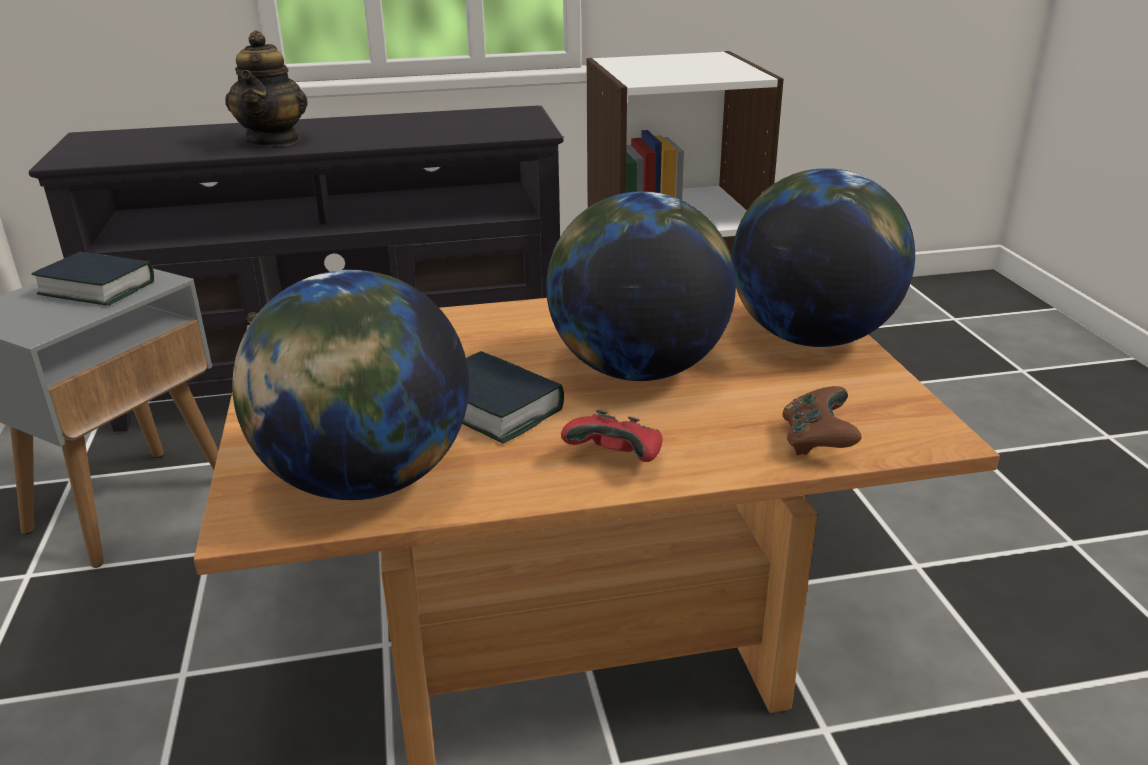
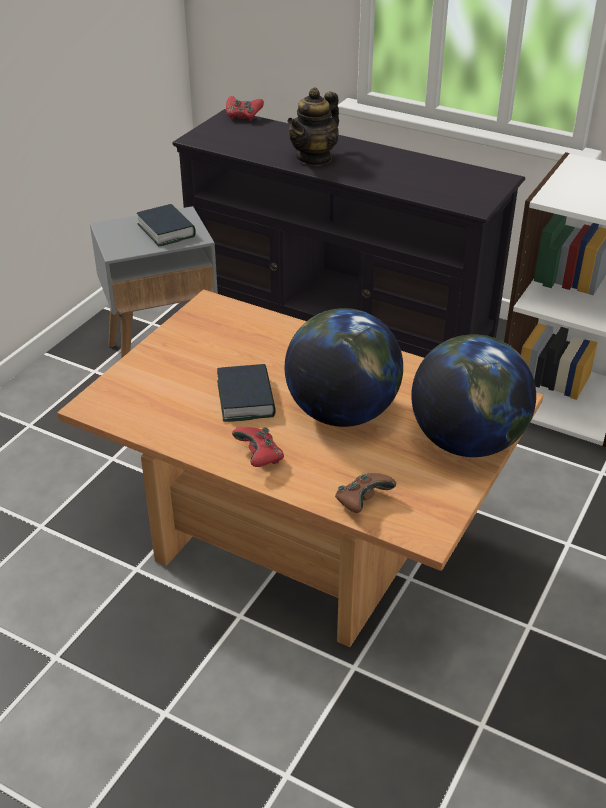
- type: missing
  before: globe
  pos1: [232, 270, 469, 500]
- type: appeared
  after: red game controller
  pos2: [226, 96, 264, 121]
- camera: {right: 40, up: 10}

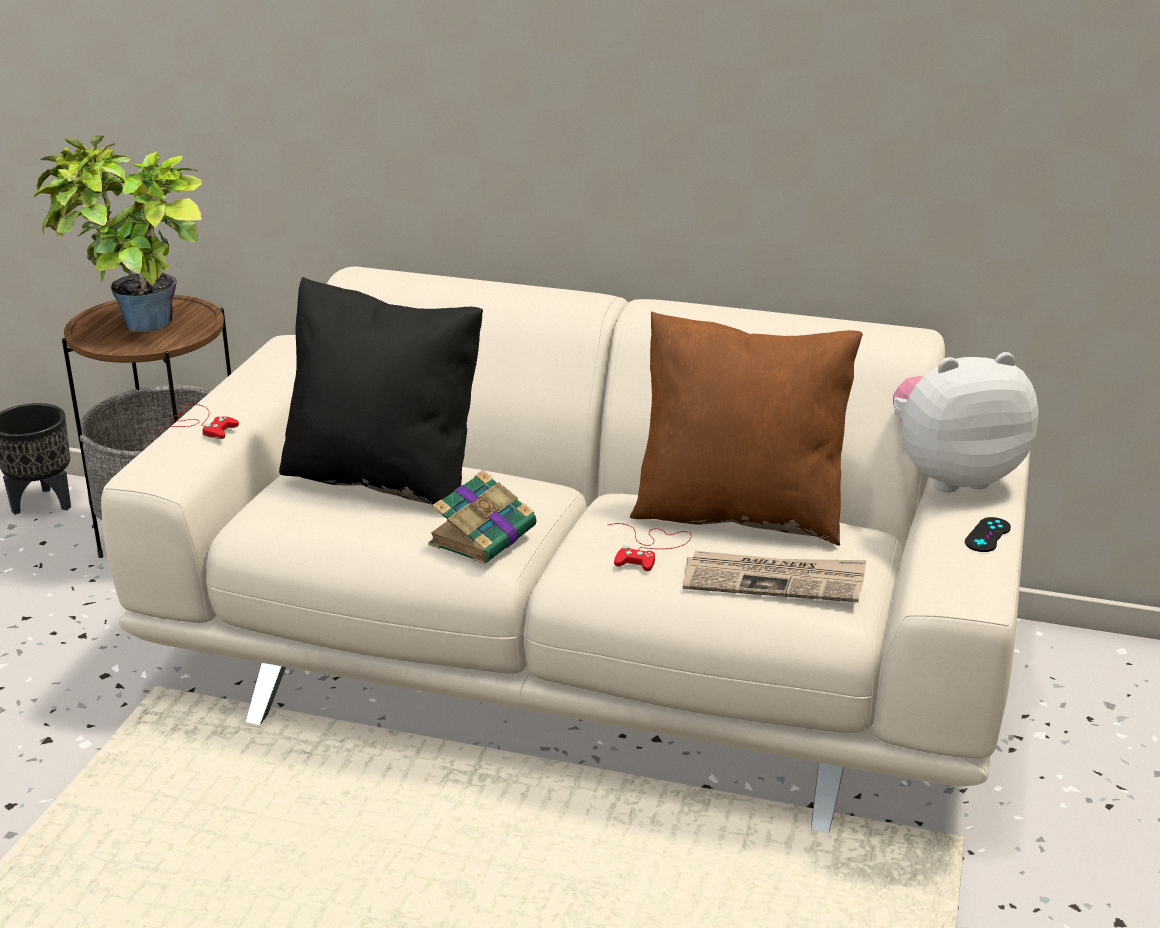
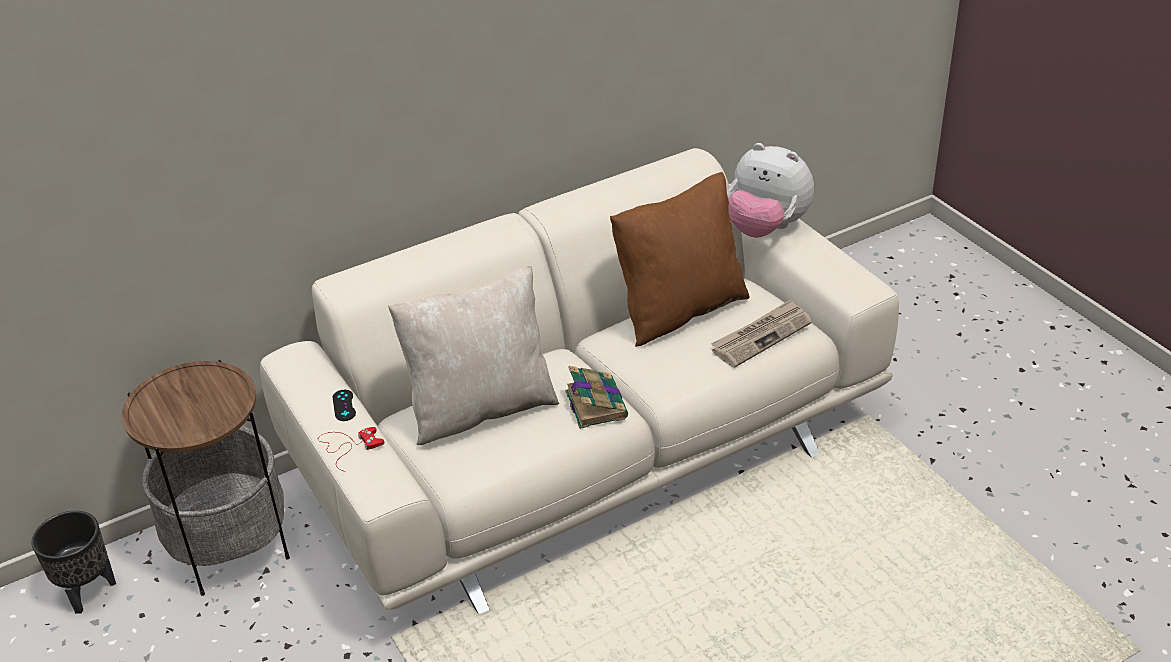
- type: missing
  before: potted plant
  pos1: [34, 136, 202, 332]
- type: colour
  before: black pillow
  after: beige pillow
  pos1: [279, 277, 483, 505]
  pos2: [388, 266, 559, 445]
- type: missing
  before: red game controller
  pos1: [609, 523, 692, 571]
- type: spun
  before: plush toy
  pos1: [893, 352, 1039, 493]
  pos2: [727, 143, 814, 238]
  turn: -90
- type: relocated
  before: black game controller
  pos1: [965, 517, 1011, 552]
  pos2: [333, 390, 356, 421]
- camera: {right: -45, up: 10}

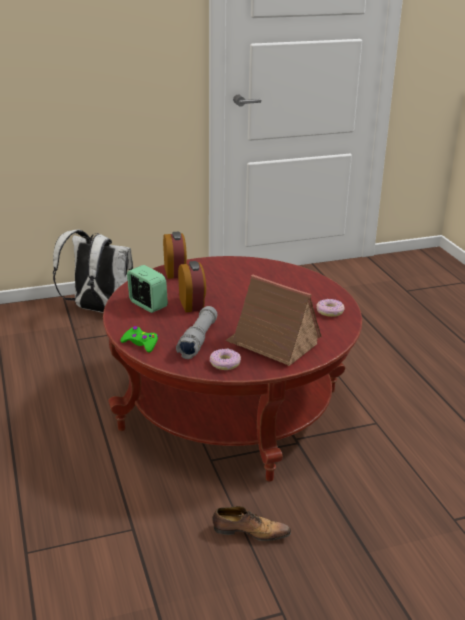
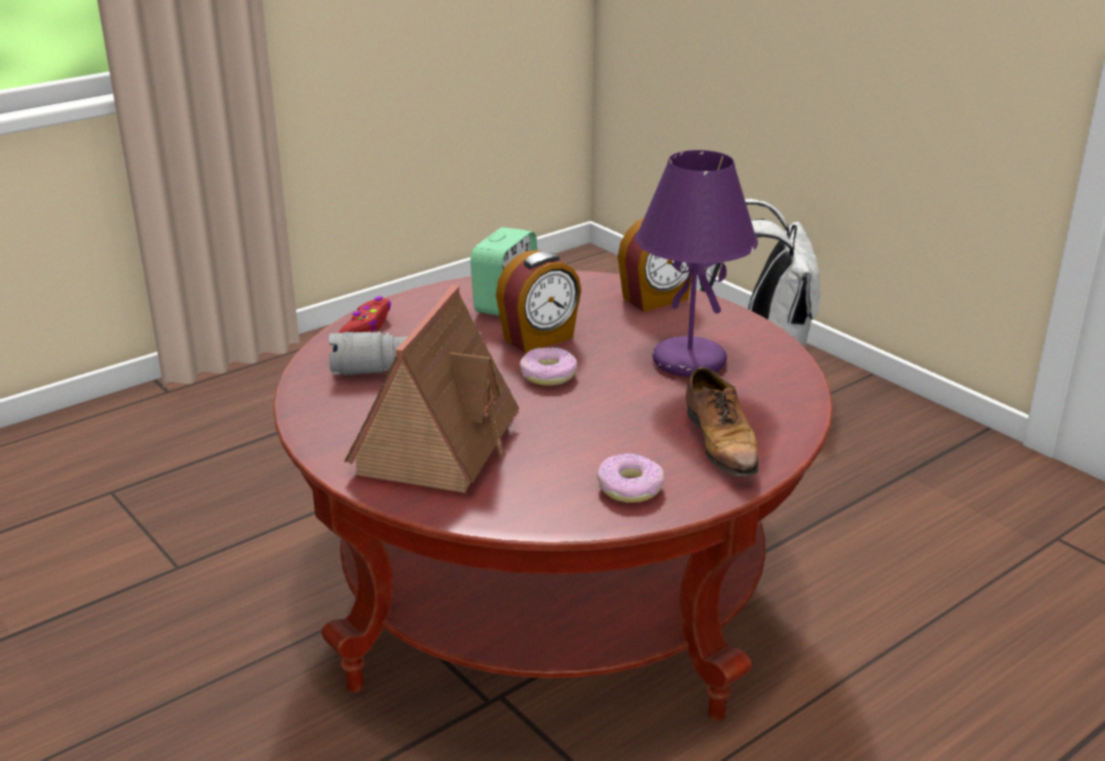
- type: colour
  before: green game controller
  after: red game controller
  pos1: [120, 326, 158, 353]
  pos2: [338, 296, 391, 333]
- type: relocated
  before: donut
  pos1: [210, 349, 241, 370]
  pos2: [520, 347, 577, 386]
- type: relocated
  before: shoe
  pos1: [212, 506, 291, 541]
  pos2: [686, 367, 759, 484]
- type: appeared
  after: purple table lamp
  pos2: [636, 150, 758, 377]
- camera: {right: 70, up: 0}

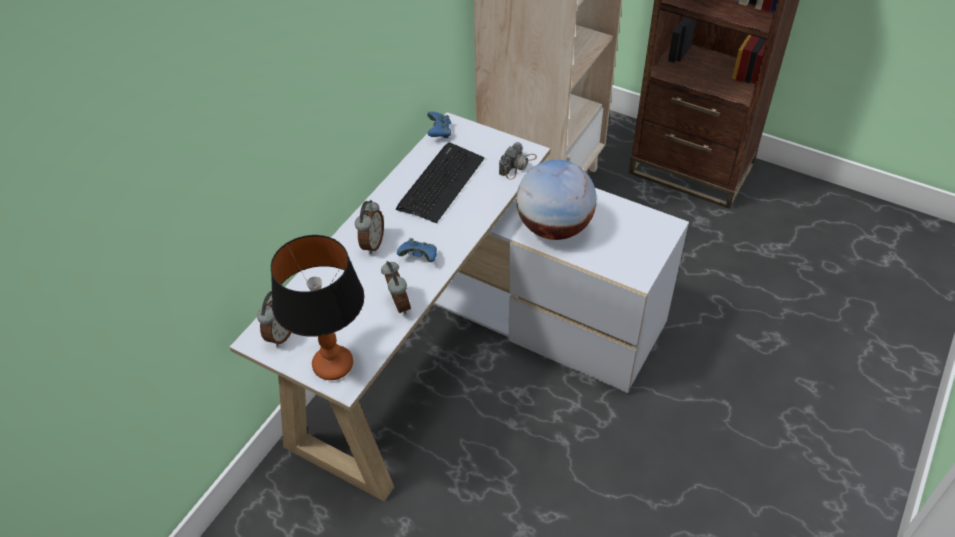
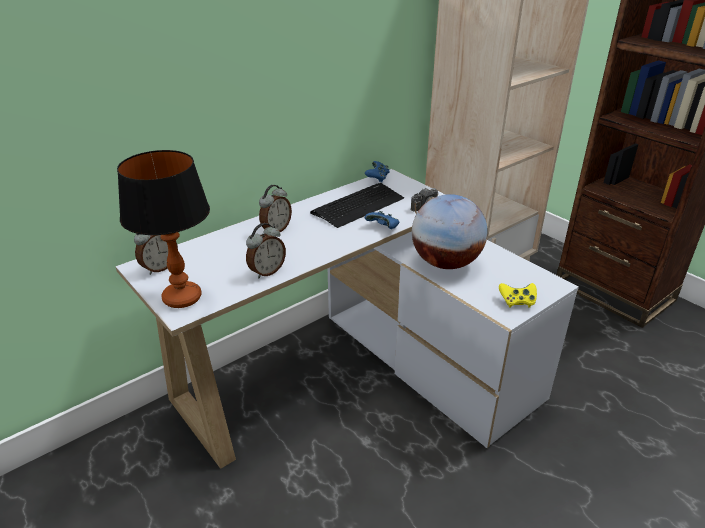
- type: spun
  before: alarm clock
  pos1: [381, 261, 411, 315]
  pos2: [246, 223, 286, 278]
  turn: 45
- type: relocated
  before: blue game controller
  pos1: [397, 238, 437, 262]
  pos2: [365, 211, 399, 229]
- type: appeared
  after: yellow game controller
  pos2: [499, 283, 537, 308]
- camera: {right: 20, up: -15}

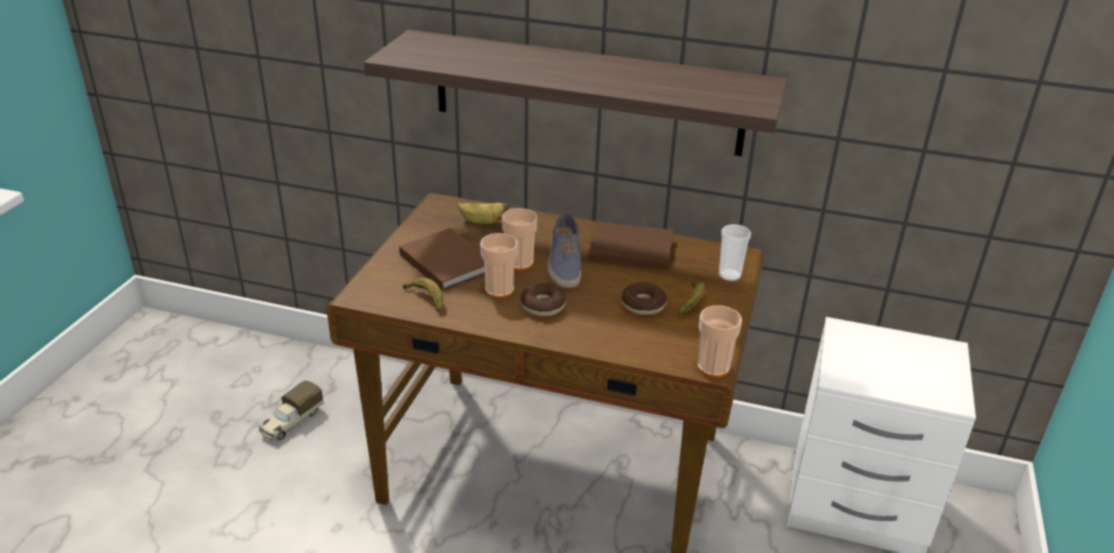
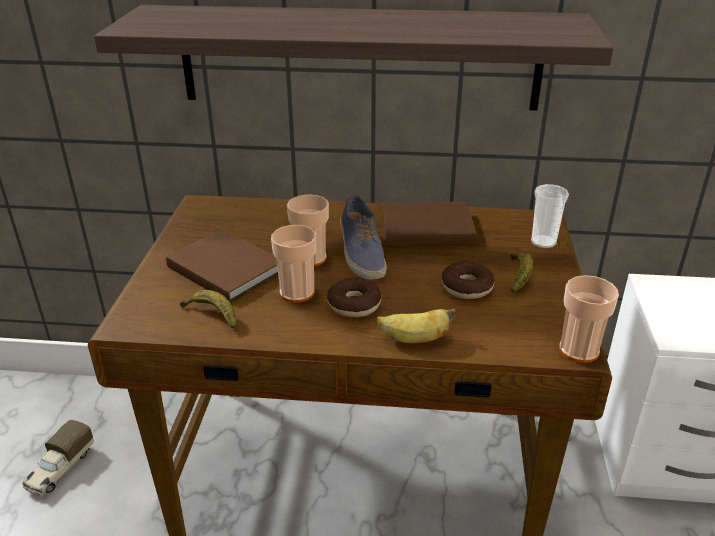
- type: relocated
  before: banana
  pos1: [457, 203, 510, 224]
  pos2: [377, 308, 456, 343]
- camera: {right: -10, up: 0}

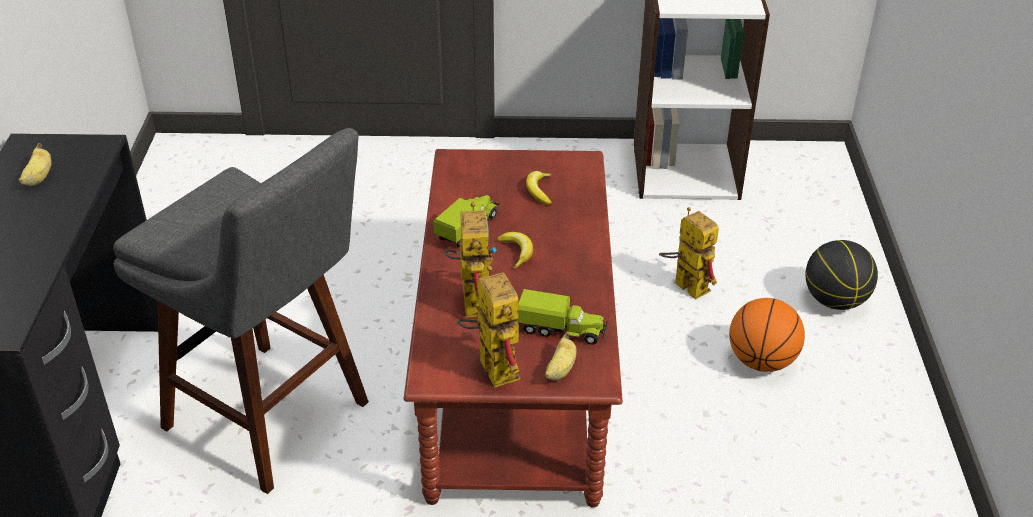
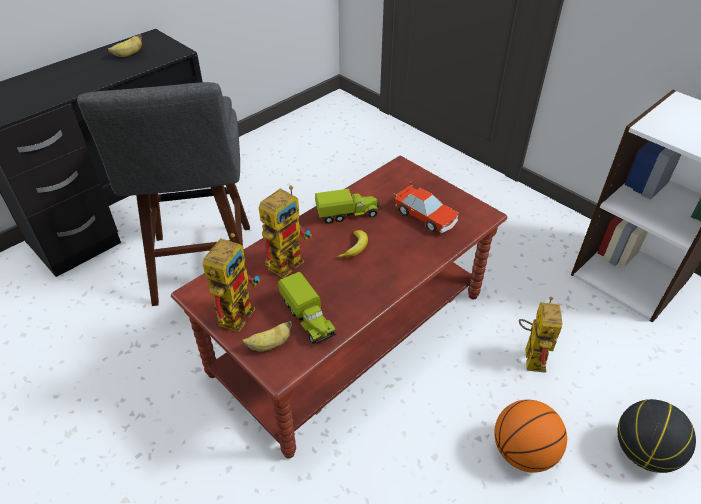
- type: exchanged
  before: banana
  after: toy car
  pos1: [526, 171, 552, 205]
  pos2: [394, 183, 459, 233]
- camera: {right: 45, up: 5}

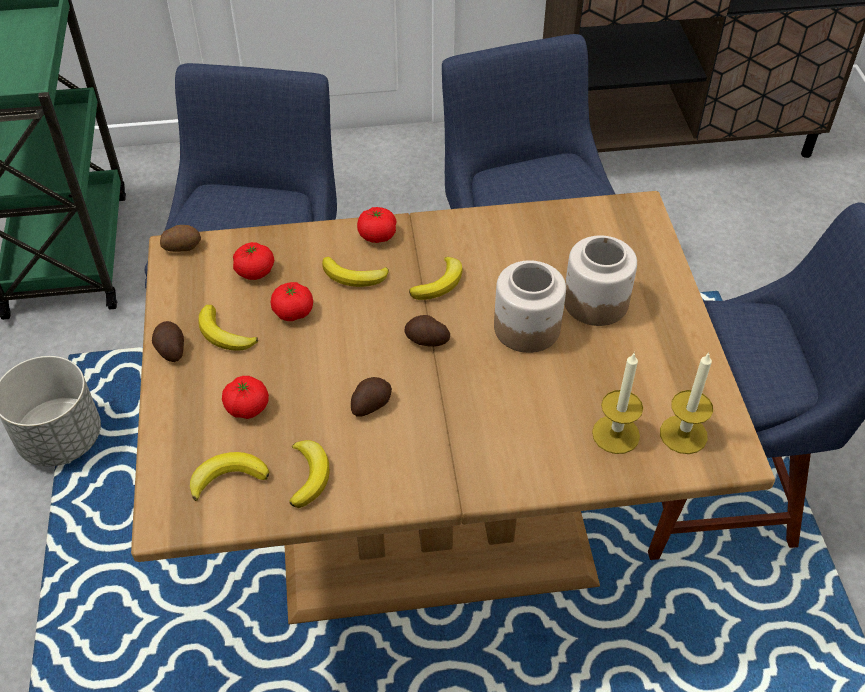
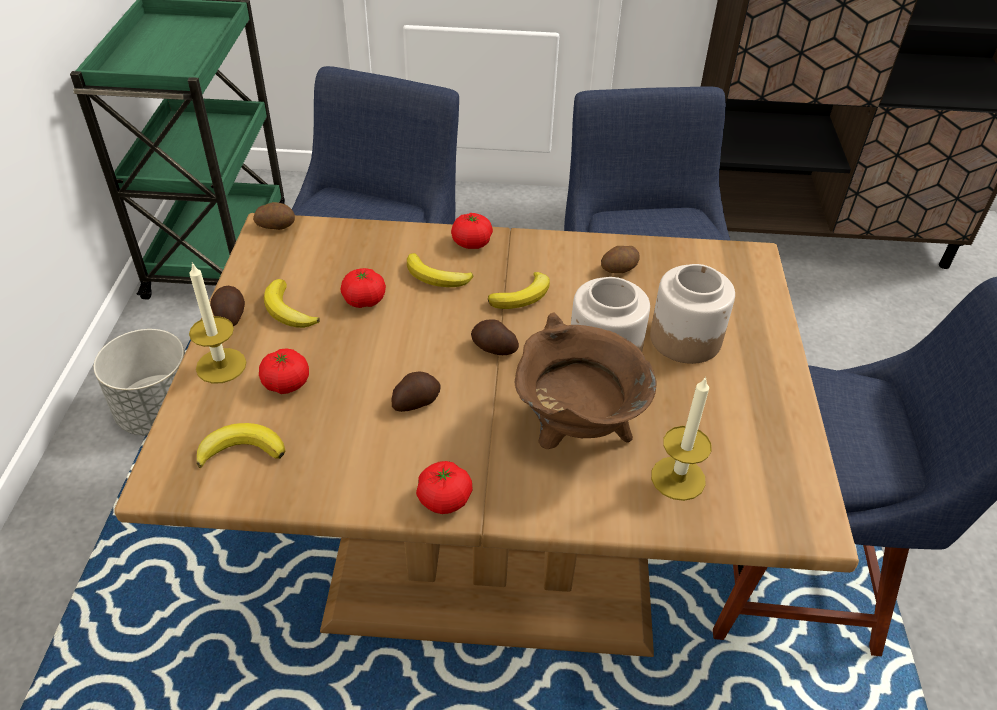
- type: relocated
  before: tomato
  pos1: [233, 242, 274, 280]
  pos2: [416, 461, 473, 514]
- type: missing
  before: banana
  pos1: [289, 440, 329, 508]
- type: relocated
  before: candle
  pos1: [660, 352, 713, 454]
  pos2: [189, 262, 246, 384]
- type: appeared
  after: brown cooking pot
  pos2: [515, 312, 657, 449]
- type: appeared
  after: potato
  pos2: [601, 246, 640, 273]
- camera: {right: 10, up: -5}

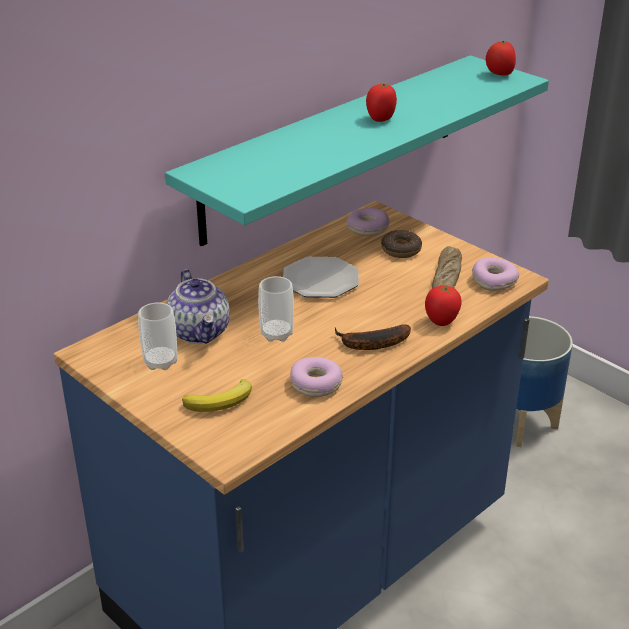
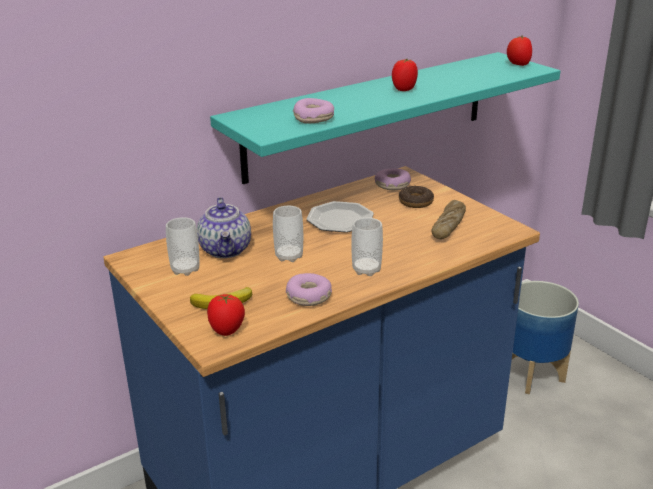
- type: exchanged
  before: banana
  after: cup
  pos1: [335, 324, 411, 350]
  pos2: [351, 218, 383, 276]
- type: relocated
  before: tomato
  pos1: [425, 286, 462, 326]
  pos2: [207, 294, 245, 336]
- type: relocated
  before: donut
  pos1: [472, 258, 519, 291]
  pos2: [293, 98, 334, 124]
- camera: {right: 10, up: -5}

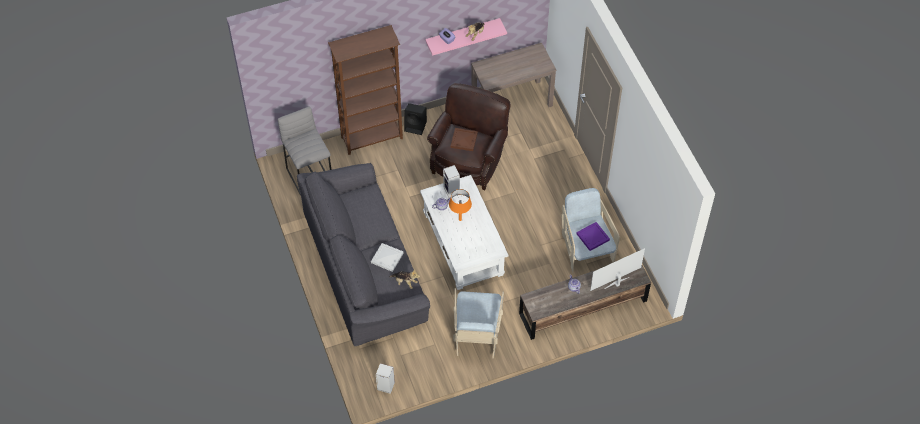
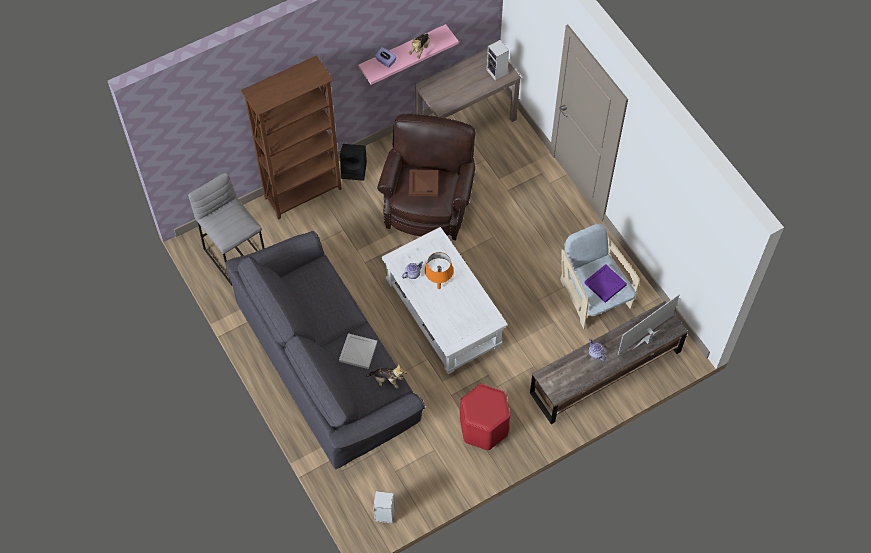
- type: relocated
  before: speaker
  pos1: [443, 165, 460, 197]
  pos2: [487, 40, 509, 81]
- type: exchanged
  before: beige armchair
  after: red stool
  pos1: [453, 288, 504, 359]
  pos2: [460, 384, 510, 450]
- camera: {right: -10, up: 5}

